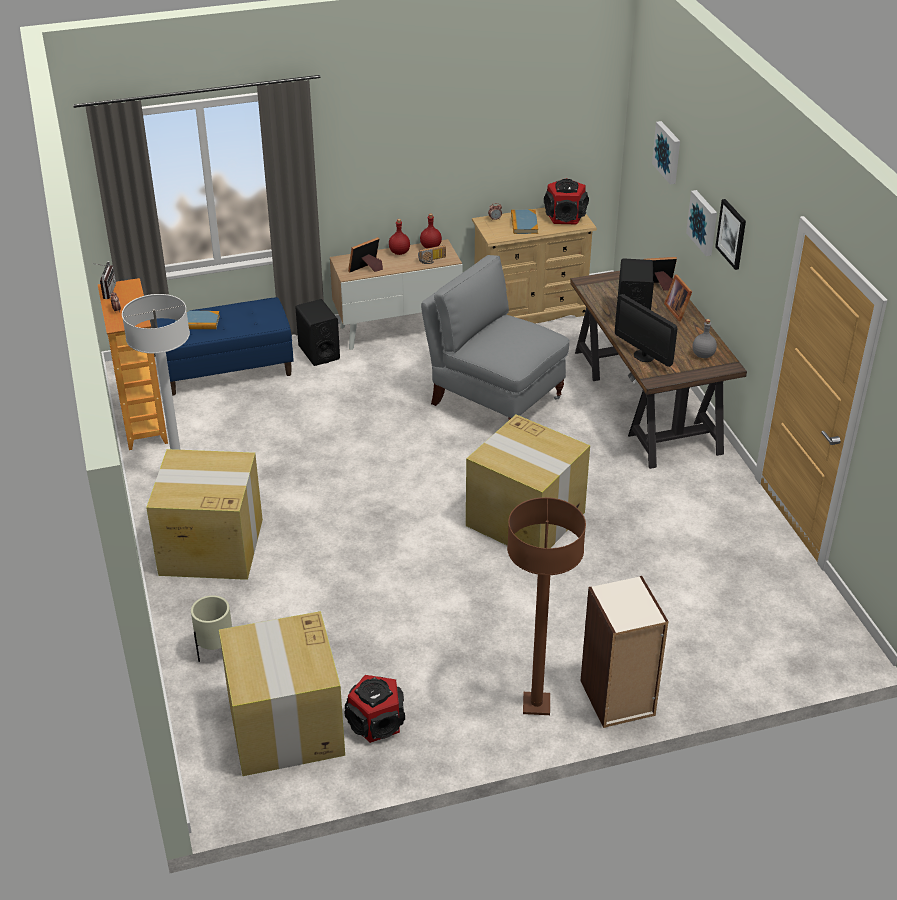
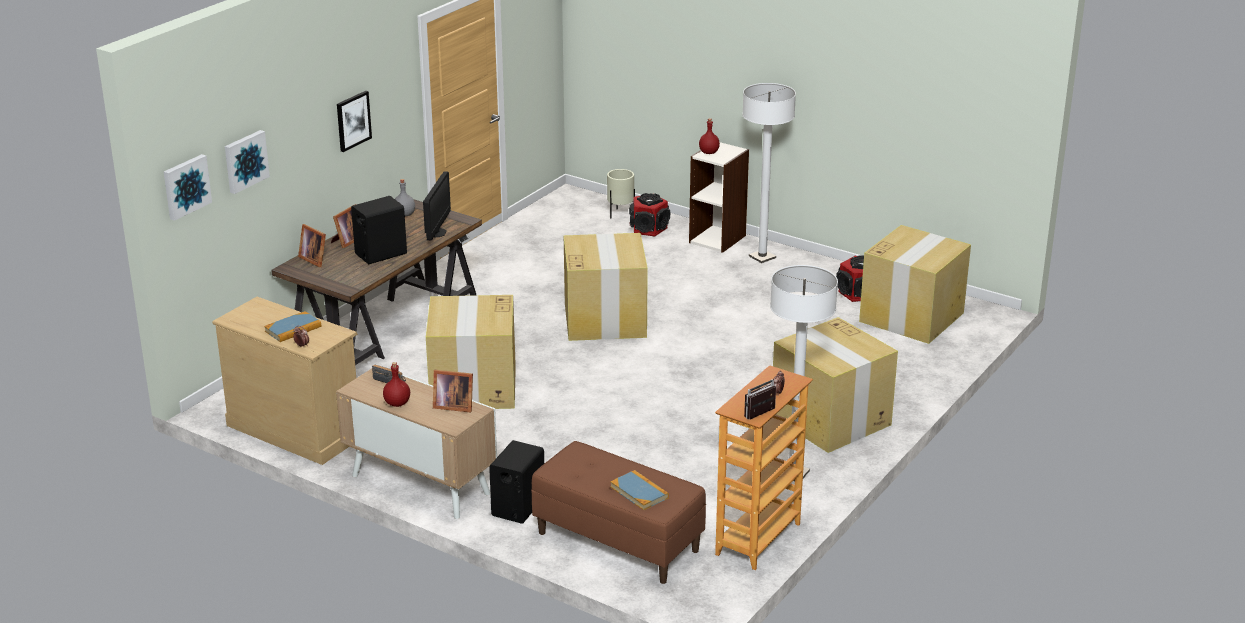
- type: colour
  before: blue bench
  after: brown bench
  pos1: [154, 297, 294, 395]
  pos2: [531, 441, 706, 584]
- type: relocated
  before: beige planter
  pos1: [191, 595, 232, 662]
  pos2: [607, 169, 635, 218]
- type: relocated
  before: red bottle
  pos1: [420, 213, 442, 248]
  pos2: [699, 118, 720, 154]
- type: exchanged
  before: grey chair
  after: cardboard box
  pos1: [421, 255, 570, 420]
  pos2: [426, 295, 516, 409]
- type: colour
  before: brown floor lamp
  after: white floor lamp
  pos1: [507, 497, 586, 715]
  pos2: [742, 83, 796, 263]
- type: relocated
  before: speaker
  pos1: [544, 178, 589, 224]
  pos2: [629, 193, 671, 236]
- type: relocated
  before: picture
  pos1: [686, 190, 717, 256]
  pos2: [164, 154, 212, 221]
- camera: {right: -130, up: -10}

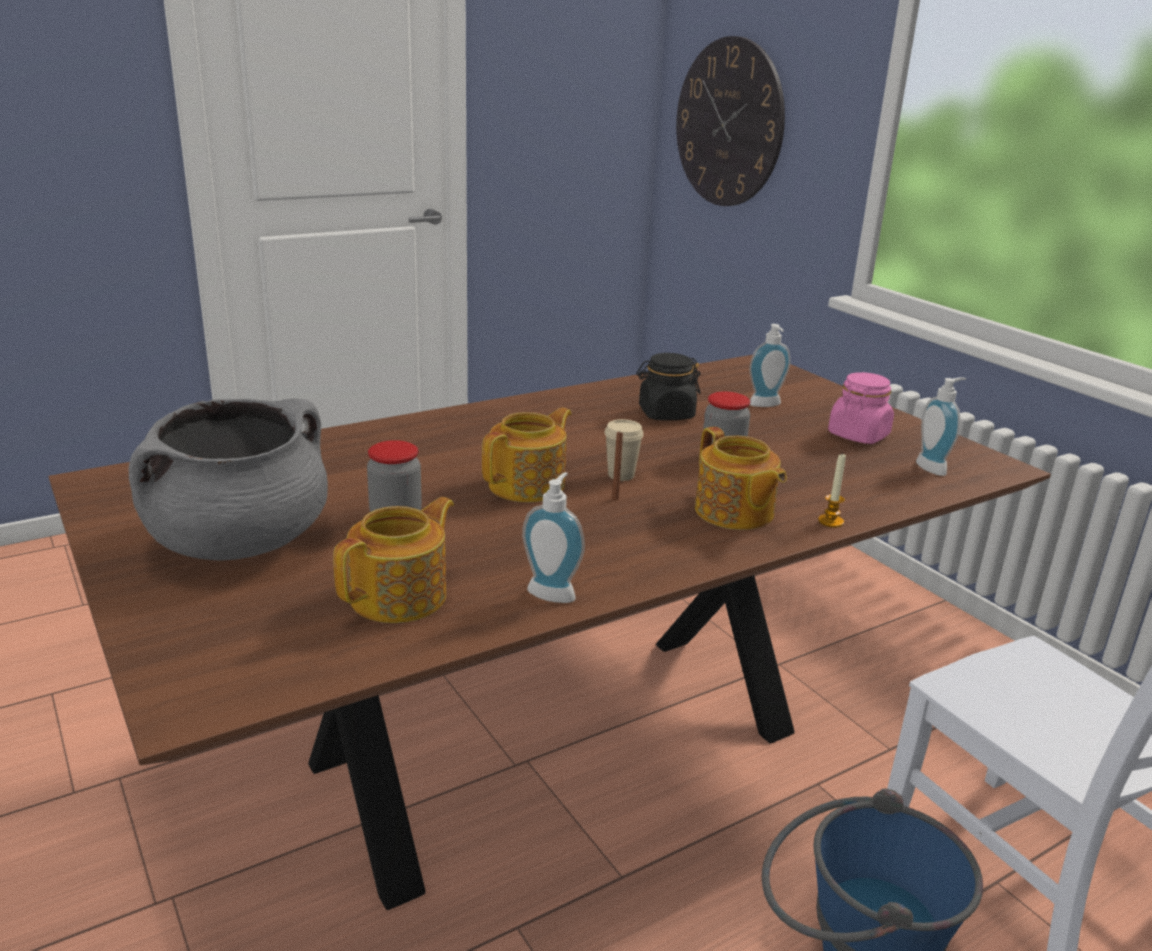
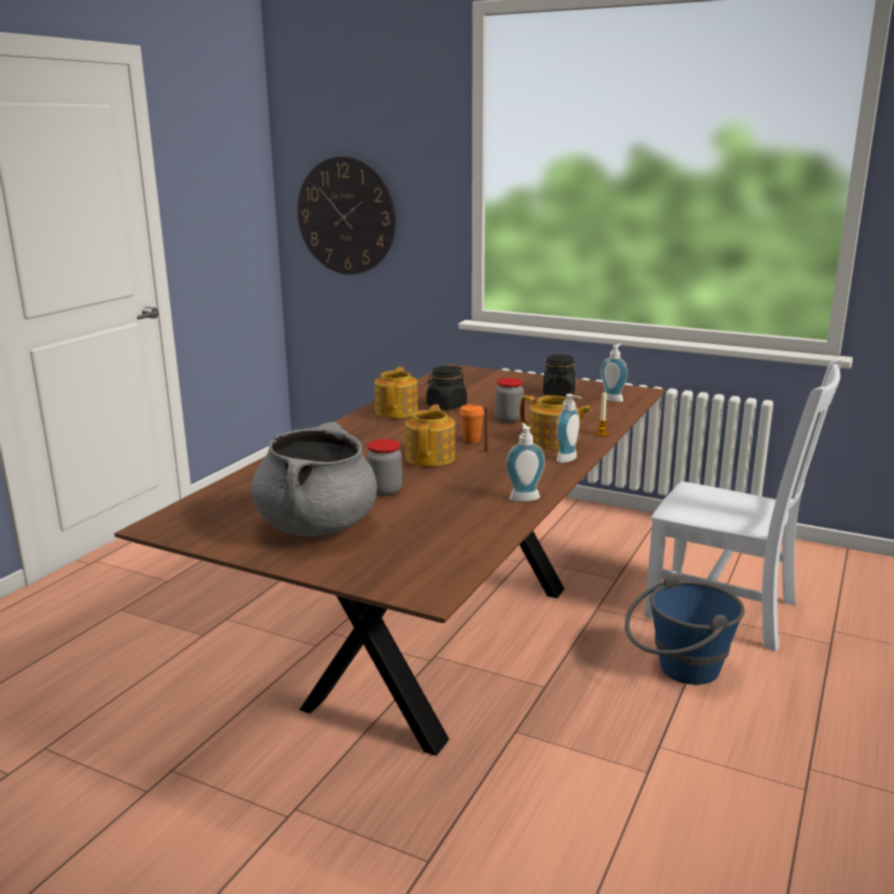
- type: relocated
  before: teapot
  pos1: [333, 497, 454, 623]
  pos2: [374, 367, 418, 418]
- type: colour
  before: beige cup
  after: orange cup
  pos1: [604, 419, 644, 481]
  pos2: [459, 404, 484, 443]
- type: relocated
  before: soap dispenser
  pos1: [749, 324, 791, 407]
  pos2: [556, 394, 582, 463]
- type: colour
  before: pink jar
  after: black jar
  pos1: [828, 372, 894, 444]
  pos2: [543, 354, 576, 396]
- camera: {right: -30, up: -5}

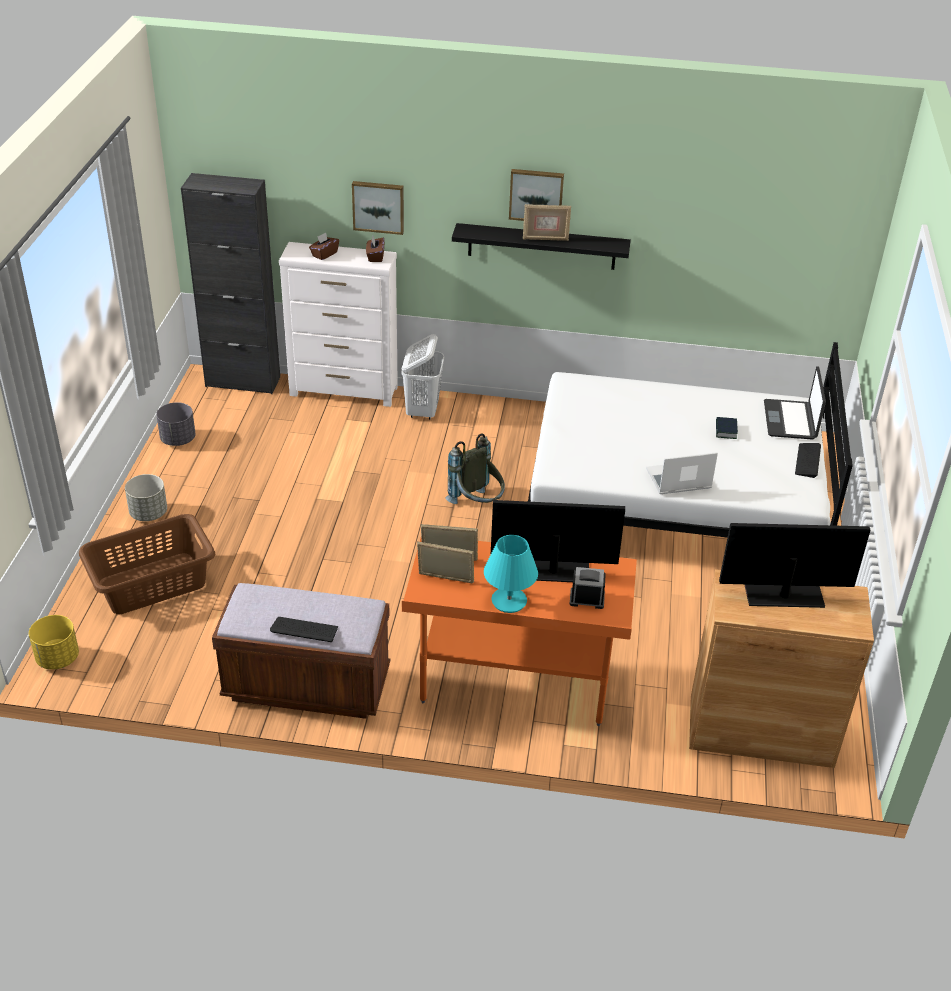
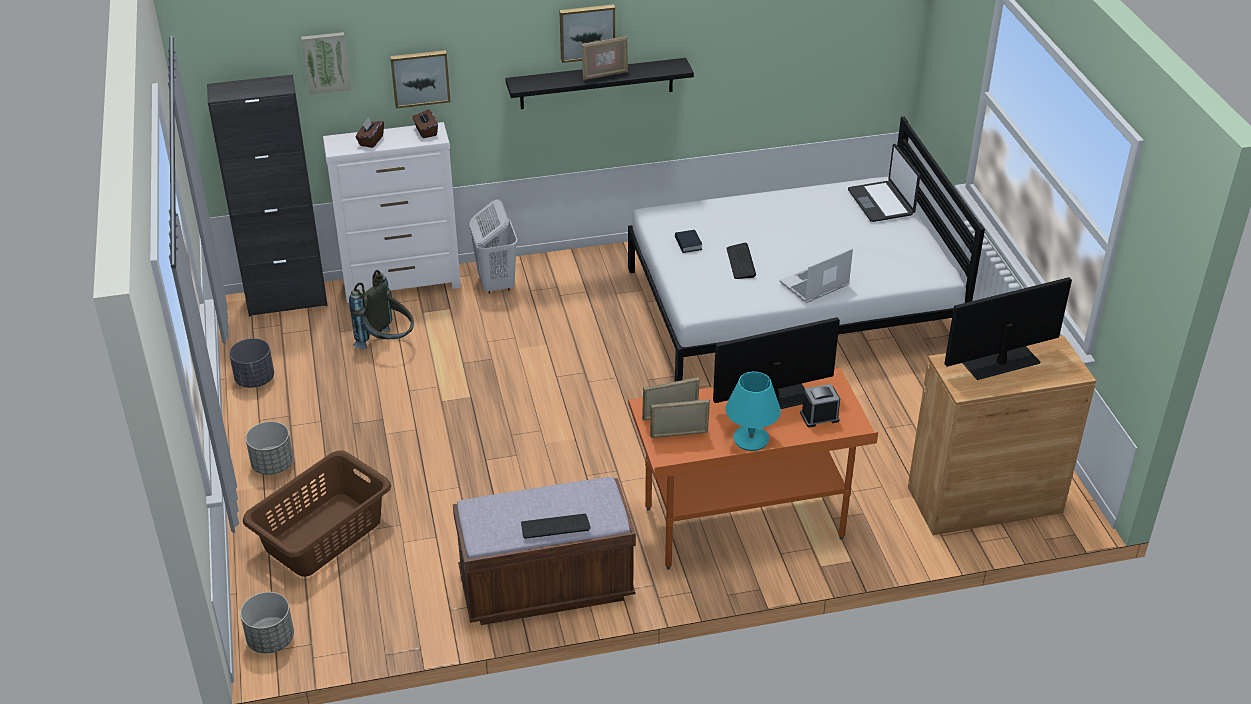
- type: colour
  before: yellow planter
  after: grey planter
  pos1: [29, 615, 79, 670]
  pos2: [240, 592, 294, 654]
- type: relocated
  before: grey backpack
  pos1: [445, 433, 505, 504]
  pos2: [349, 270, 414, 349]
- type: relocated
  before: book
  pos1: [716, 417, 738, 439]
  pos2: [675, 230, 702, 253]
- type: relocated
  before: keyboard
  pos1: [795, 443, 821, 478]
  pos2: [726, 242, 756, 279]
- type: appeared
  after: picture
  pos2: [301, 32, 351, 95]
- camera: {right: -20, up: 0}

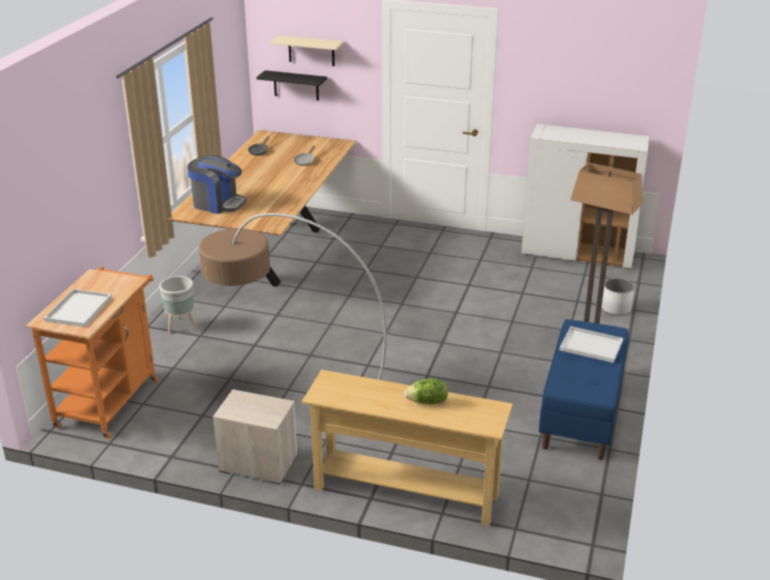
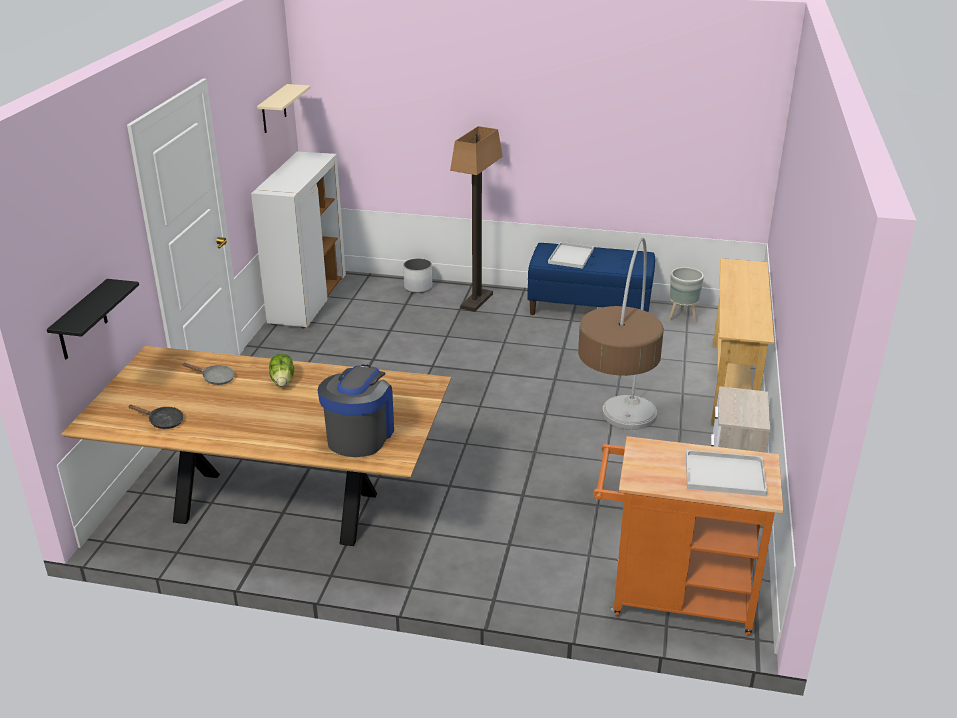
- type: relocated
  before: grey planter
  pos1: [159, 276, 196, 333]
  pos2: [669, 267, 704, 322]
- type: relocated
  before: beige shelf
  pos1: [271, 35, 343, 66]
  pos2: [257, 84, 311, 133]
- type: relocated
  before: lettuce
  pos1: [404, 379, 448, 404]
  pos2: [269, 354, 294, 387]
- camera: {right: -95, up: 0}

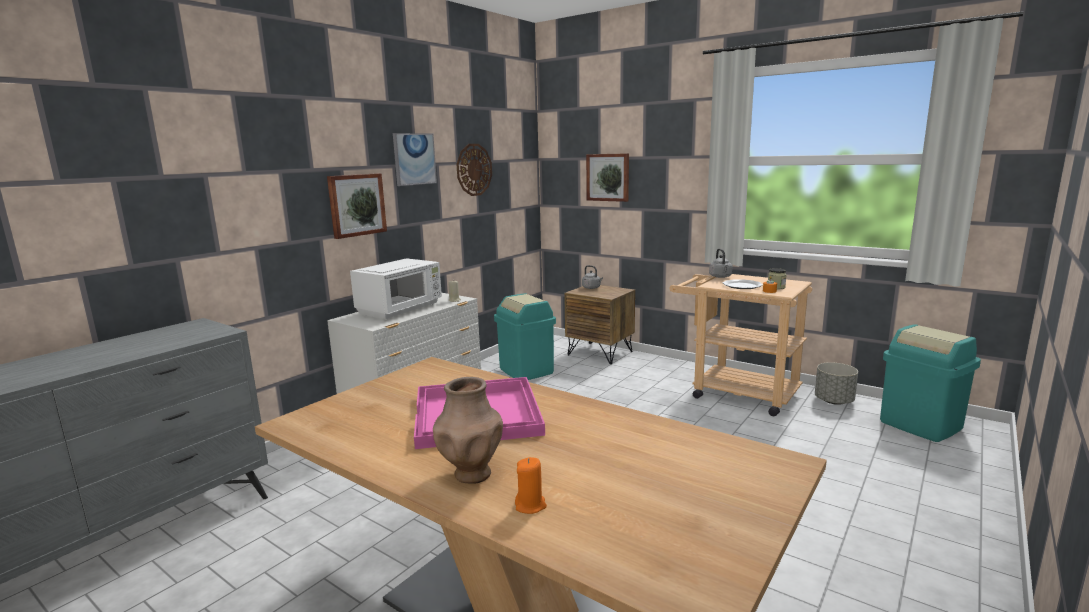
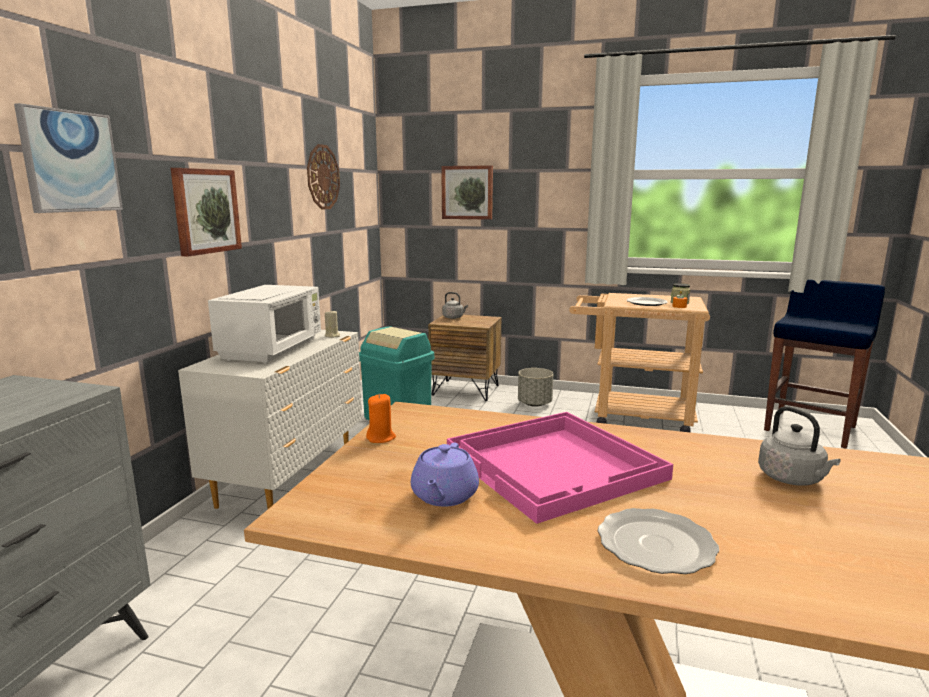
- type: relocated
  before: picture
  pos1: [393, 133, 437, 186]
  pos2: [14, 103, 123, 213]
- type: exchanged
  before: brown vase
  after: plate
  pos1: [433, 377, 503, 484]
  pos2: [598, 508, 719, 574]
- type: relocated
  before: orange candle
  pos1: [515, 457, 547, 514]
  pos2: [366, 393, 396, 443]
- type: relocated
  before: grey kettle
  pos1: [709, 249, 733, 278]
  pos2: [758, 406, 841, 486]
- type: relocated
  before: grey planter
  pos1: [815, 362, 858, 405]
  pos2: [518, 368, 553, 407]
- type: exchanged
  before: turquoise trash can
  after: blue stool
  pos1: [880, 324, 981, 442]
  pos2: [764, 279, 885, 448]
- type: appeared
  after: purple teapot
  pos2: [411, 443, 479, 507]
- camera: {right: -20, up: 0}

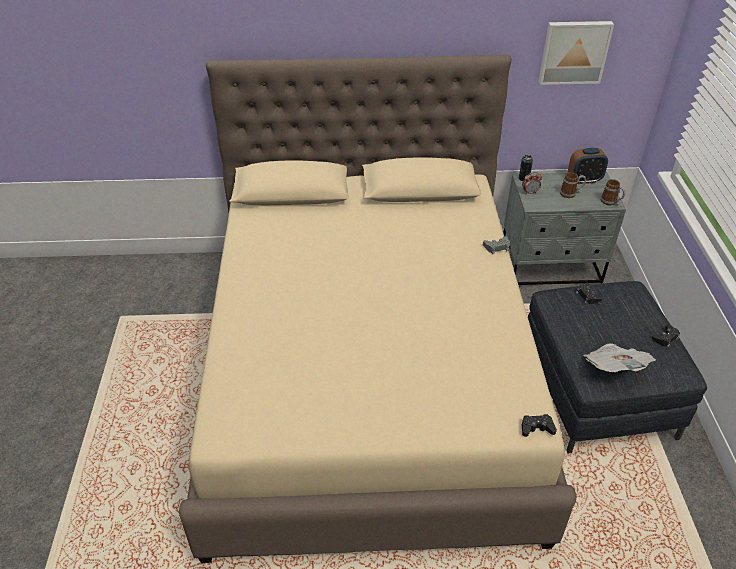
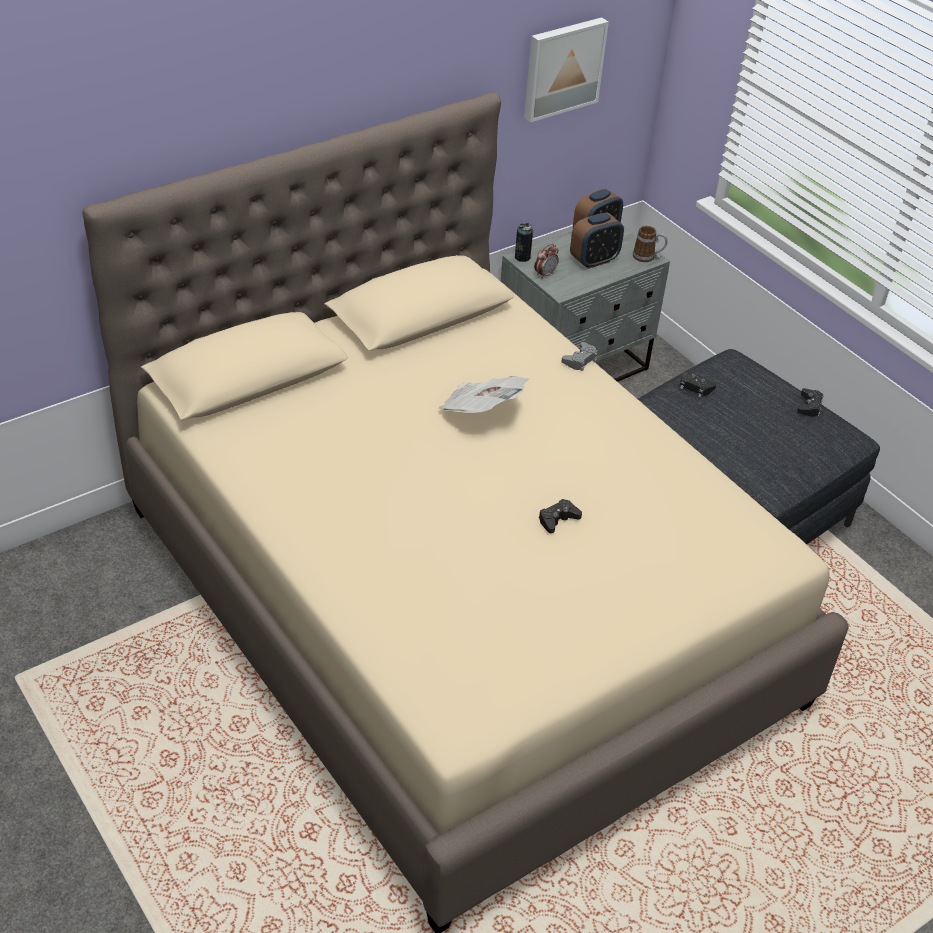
- type: relocated
  before: black game controller
  pos1: [522, 414, 557, 437]
  pos2: [539, 499, 582, 533]
- type: exchanged
  before: mug
  after: alarm clock
  pos1: [560, 172, 586, 198]
  pos2: [570, 213, 624, 269]
- type: relocated
  before: newspaper
  pos1: [583, 343, 656, 372]
  pos2: [438, 376, 529, 413]
- camera: {right: -35, up: 0}

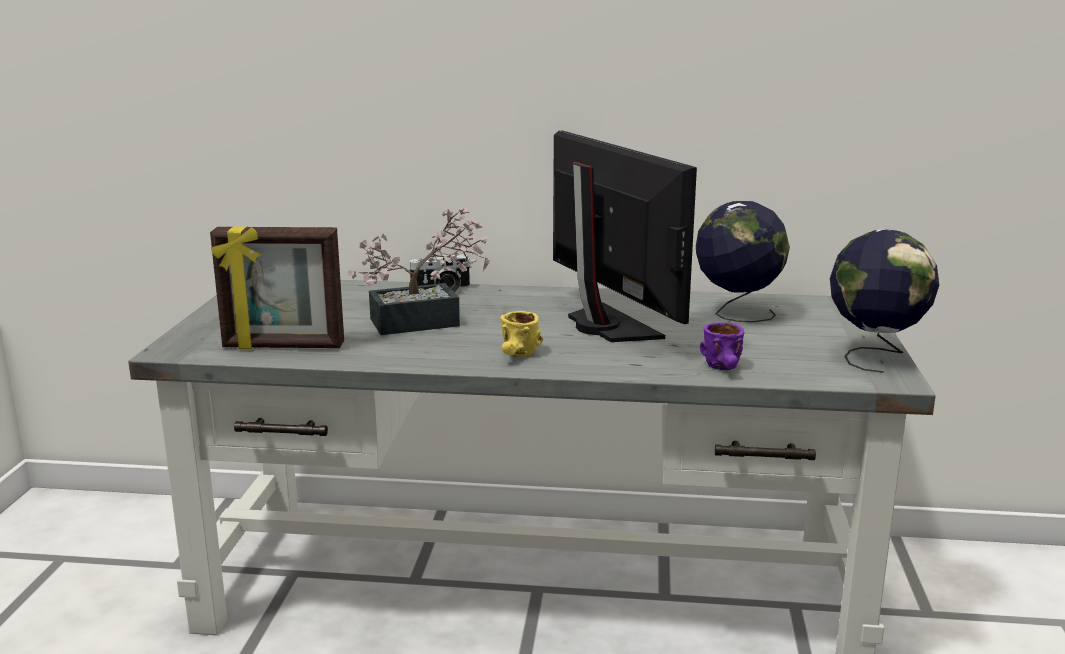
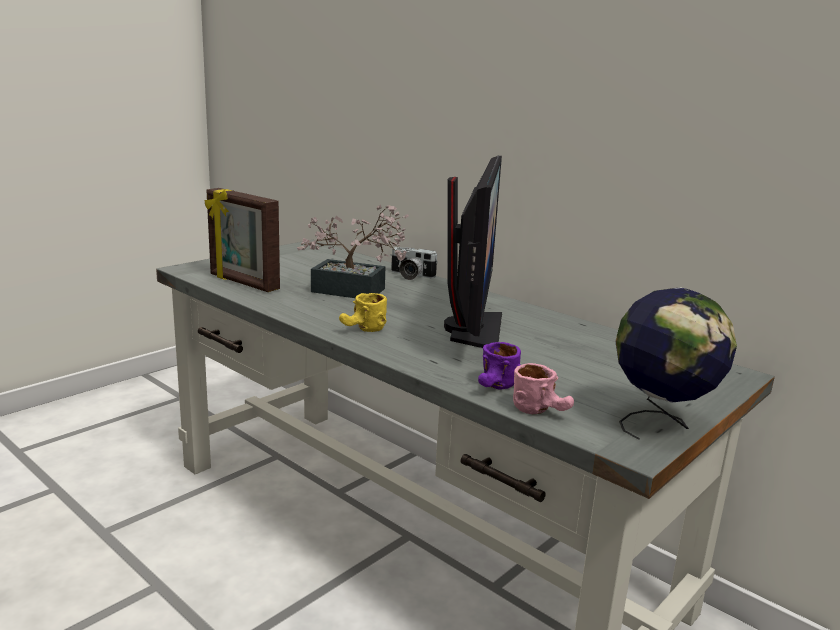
- type: missing
  before: globe
  pos1: [696, 201, 790, 322]
- type: appeared
  after: pink mug
  pos2: [513, 363, 574, 414]
- camera: {right: 35, up: 0}

